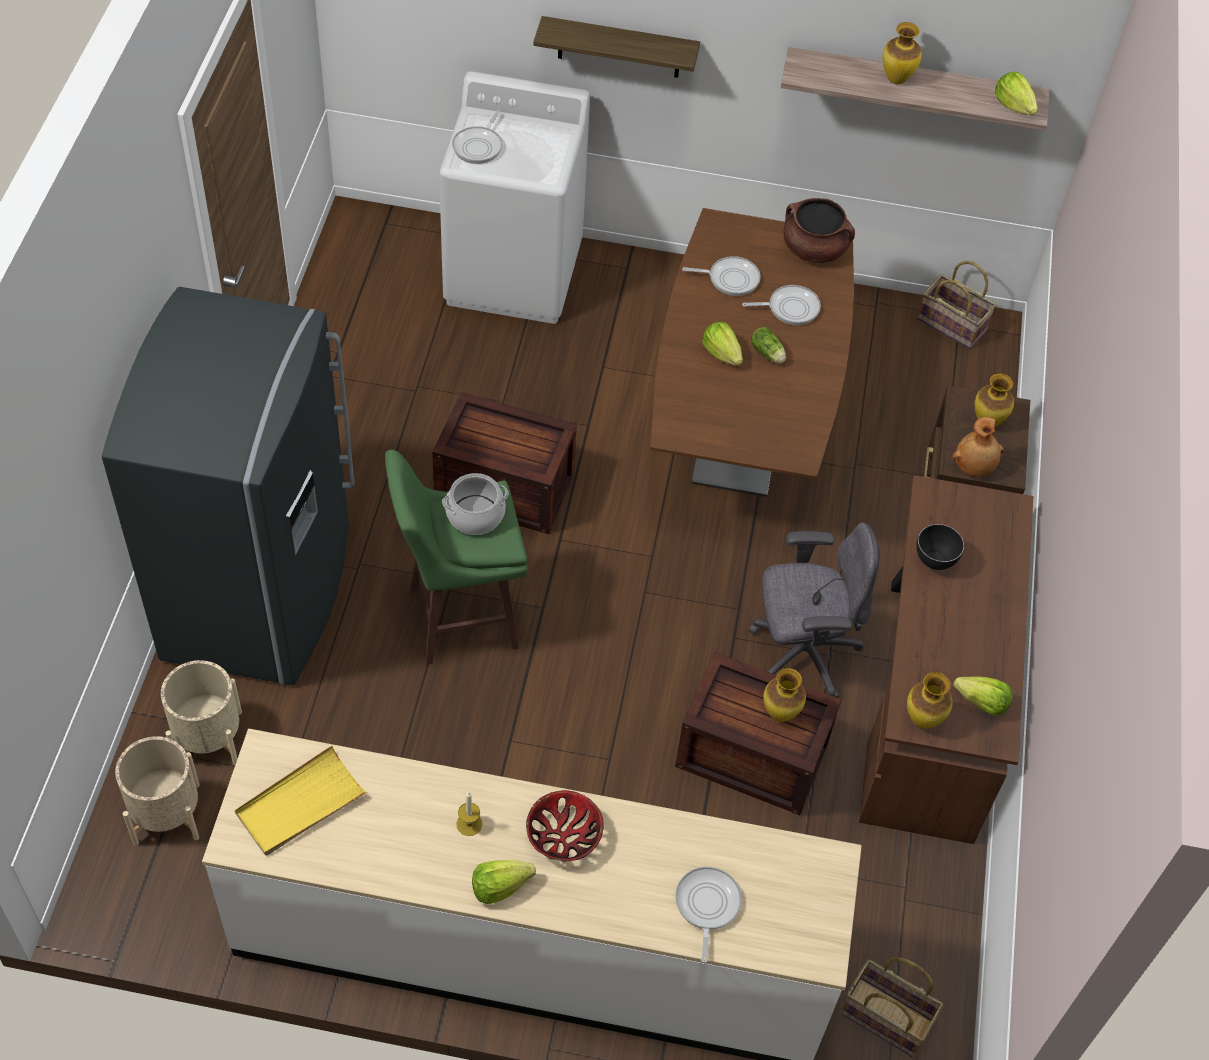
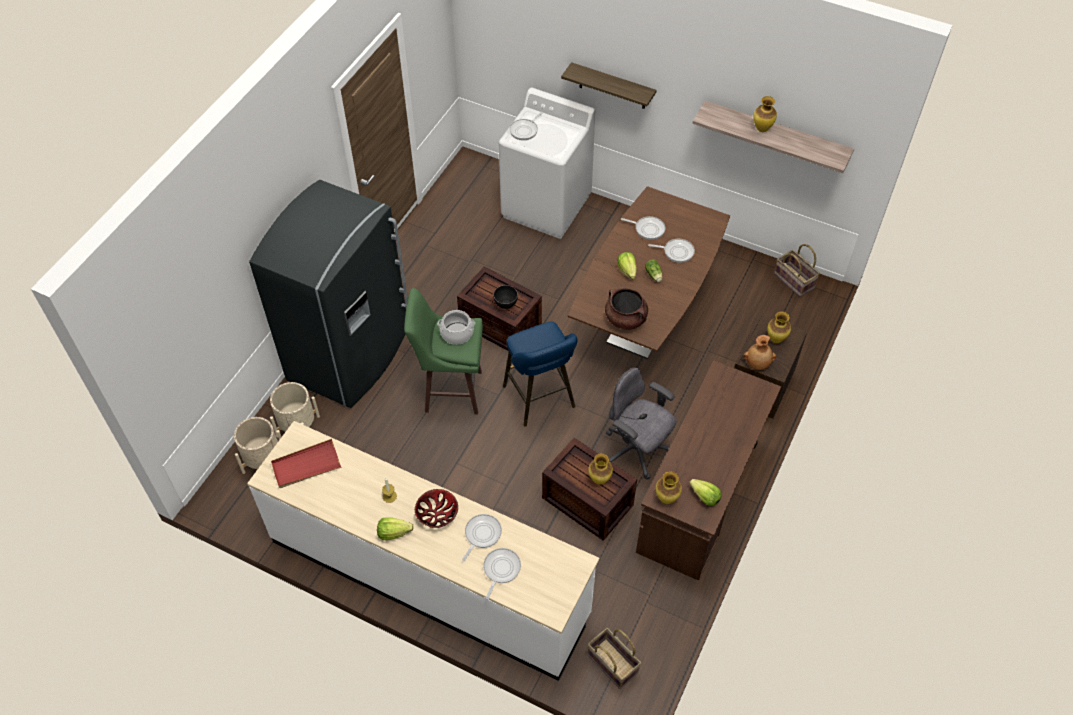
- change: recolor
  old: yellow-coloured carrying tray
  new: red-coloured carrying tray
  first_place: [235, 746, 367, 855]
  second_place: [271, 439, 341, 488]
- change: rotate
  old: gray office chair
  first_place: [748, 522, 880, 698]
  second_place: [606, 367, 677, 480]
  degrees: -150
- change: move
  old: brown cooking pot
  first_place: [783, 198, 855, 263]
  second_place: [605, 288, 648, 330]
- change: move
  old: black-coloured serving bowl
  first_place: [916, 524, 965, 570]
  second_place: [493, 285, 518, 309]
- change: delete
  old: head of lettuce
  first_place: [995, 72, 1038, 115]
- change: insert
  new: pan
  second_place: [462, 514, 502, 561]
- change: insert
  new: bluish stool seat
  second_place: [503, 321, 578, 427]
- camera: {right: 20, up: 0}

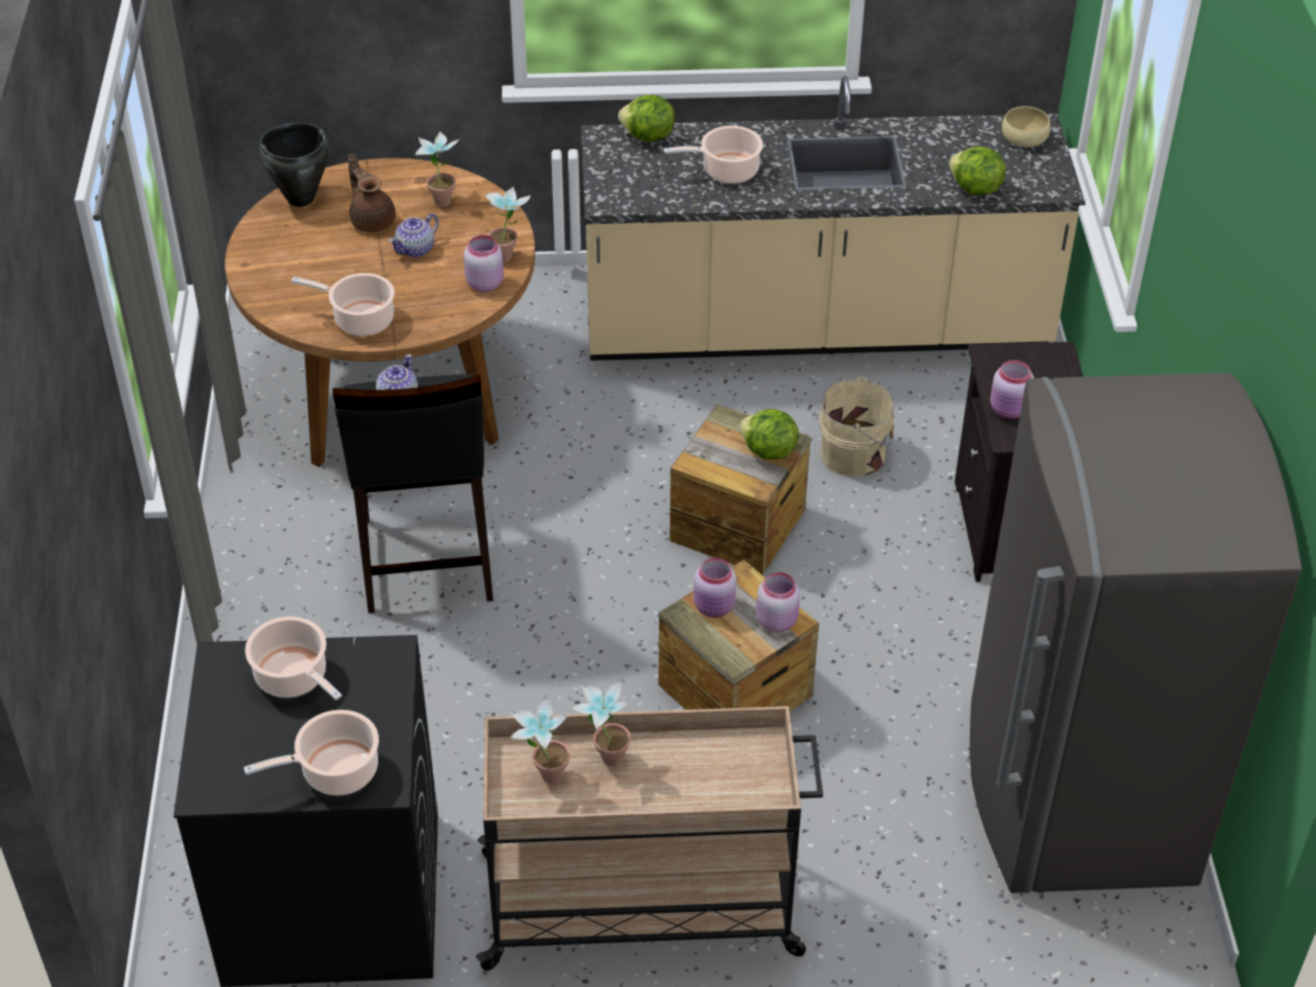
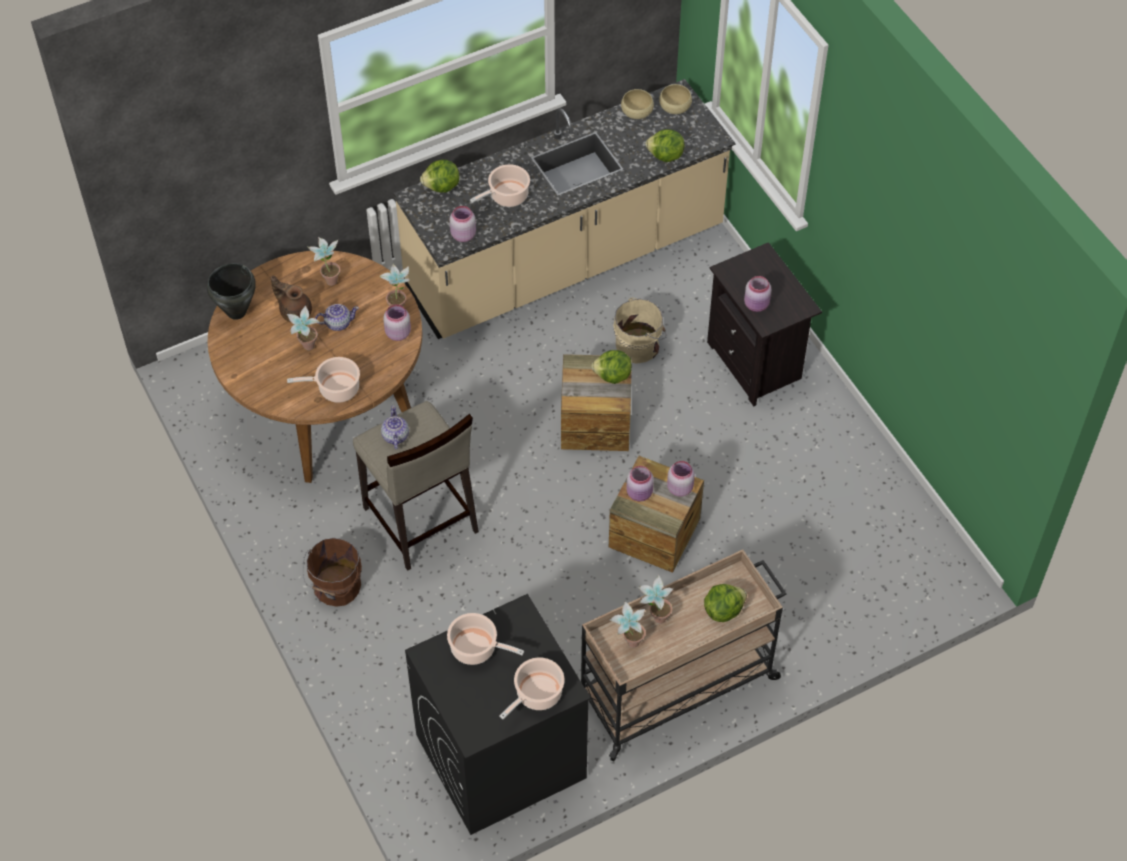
- change: recolor
  old: black-coloured stool seat
  new: beige stool seat
  first_place: [333, 374, 493, 613]
  second_place: [353, 401, 479, 571]
- change: rotate
  old: tea pot
  first_place: [389, 213, 439, 257]
  second_place: [315, 304, 359, 331]
  degrees: -120
- change: delete
  old: gray refrigerator
  first_place: [970, 373, 1302, 893]
- change: insert
  new: plant in a pot
  second_place: [287, 305, 320, 350]
- change: insert
  new: brown bucket
  second_place: [302, 538, 362, 607]
- change: insert
  new: pinkish preserve jar
  second_place: [450, 206, 476, 242]
- change: insert
  new: beige serving bowl
  second_place: [621, 89, 654, 119]
- change: insert
  new: head of lettuce
  second_place: [704, 584, 747, 622]
- camera: {right: -25, up: 10}

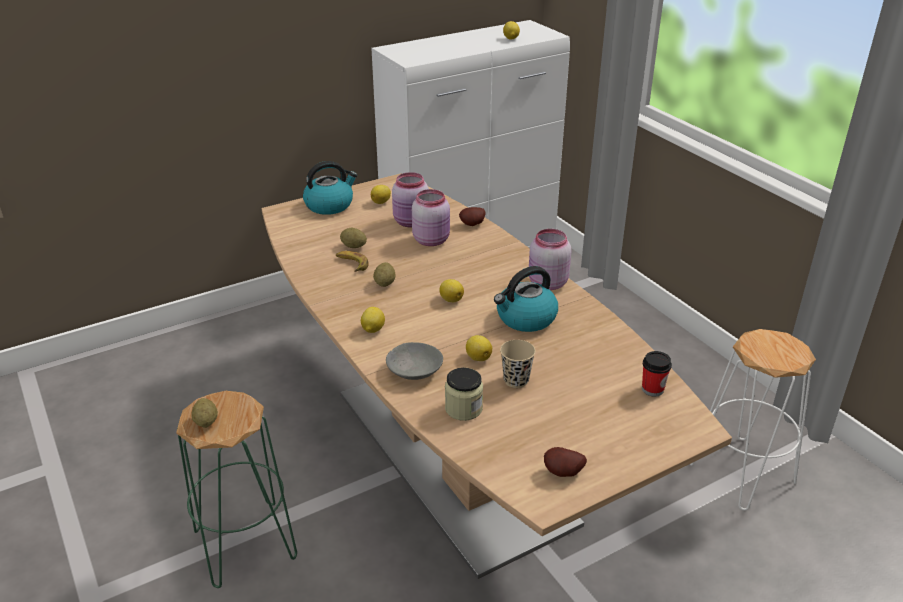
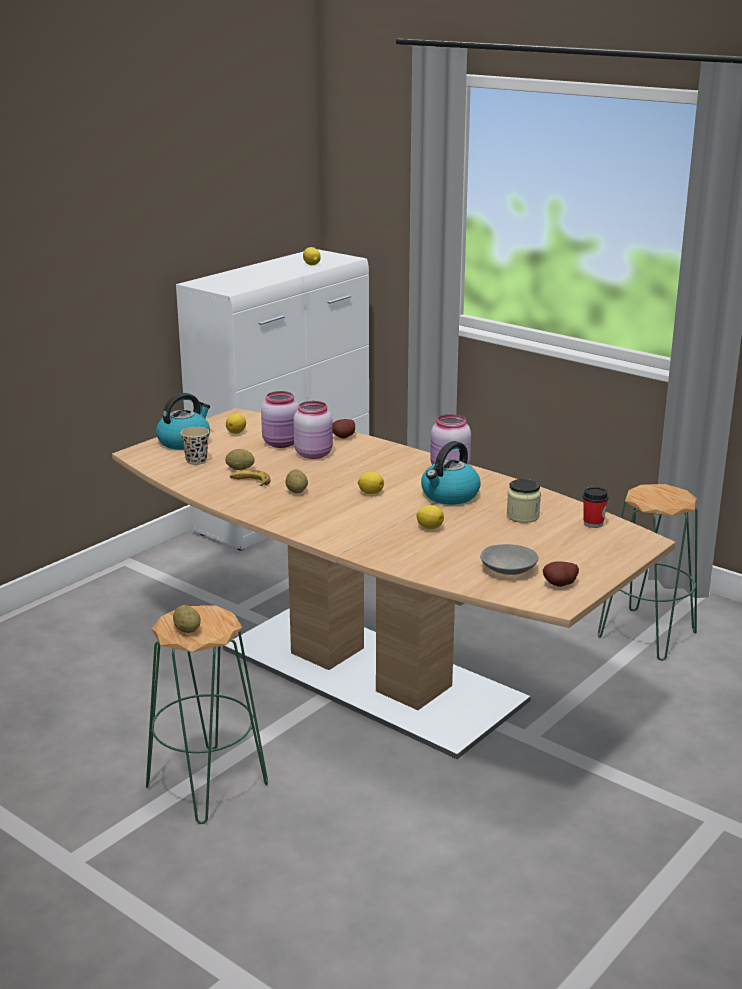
- change: delete
  old: whole lemon
  first_place: [361, 307, 385, 333]
- change: move
  old: gray serving bowl
  first_place: [386, 342, 443, 380]
  second_place: [480, 544, 538, 575]
- change: move
  old: preserve jar
  first_place: [445, 368, 483, 421]
  second_place: [507, 479, 541, 523]
- change: move
  old: beige cup
  first_place: [500, 340, 536, 388]
  second_place: [180, 427, 209, 465]
- change: recolor
  old: white stool seat
  new: greenish stool seat
  first_place: [690, 329, 816, 510]
  second_place: [598, 484, 698, 661]
- camera: {right: -20, up: -10}

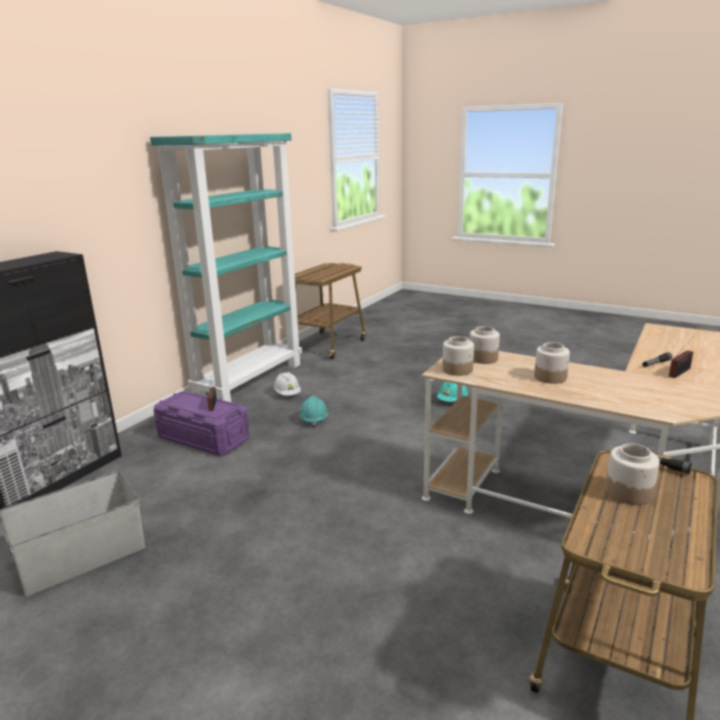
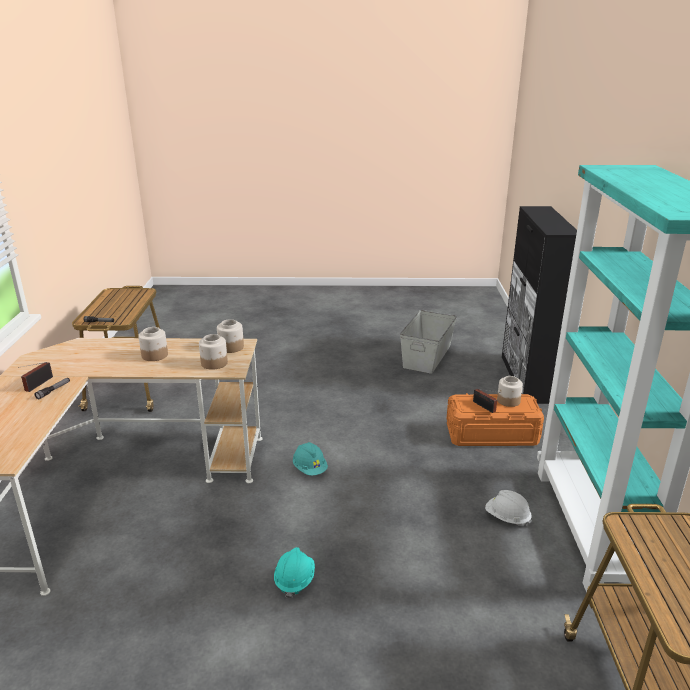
- change: recolor
  old: purplish storage box
  new: orangey storage box
  first_place: [154, 391, 250, 456]
  second_place: [447, 393, 544, 446]
- change: move
  old: blue-green work helmet
  first_place: [300, 396, 328, 428]
  second_place: [293, 442, 328, 475]
- change: move
  old: preserve jar
  first_place: [605, 443, 660, 505]
  second_place: [497, 376, 523, 407]
- camera: {right: 150, up: 5}

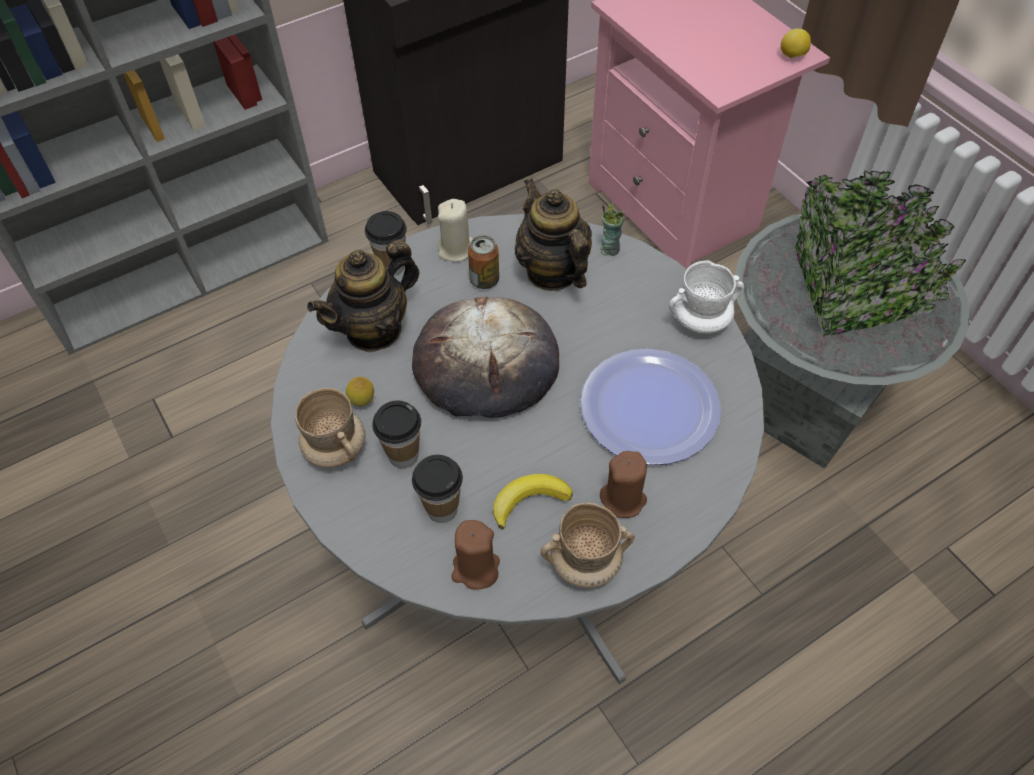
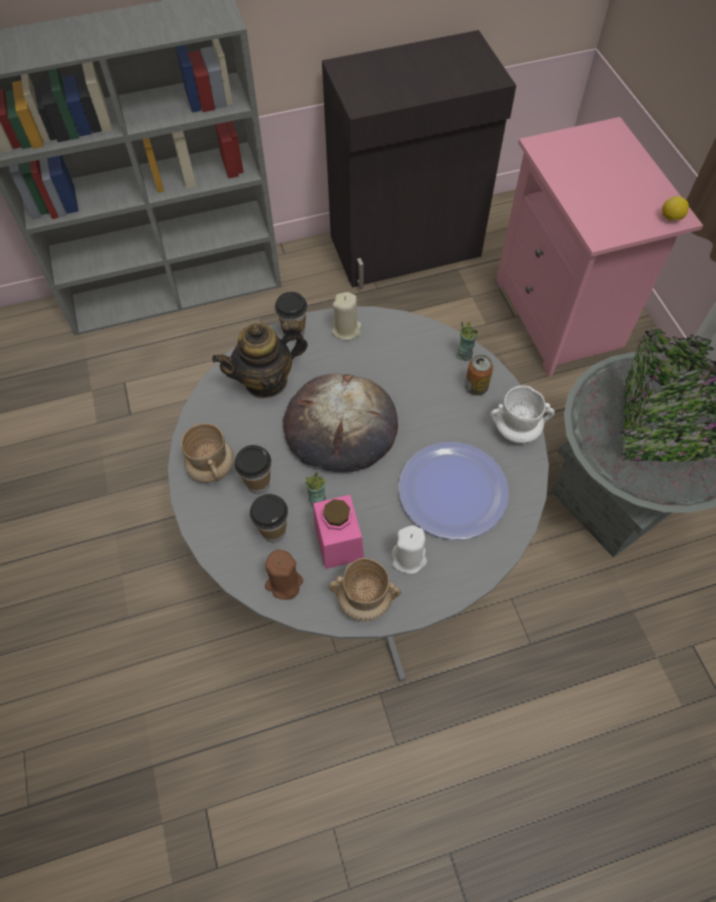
- change: delete
  old: whole lemon
  first_place: [346, 377, 374, 406]
- change: move
  old: can
  first_place: [468, 235, 499, 289]
  second_place: [465, 355, 493, 395]
- change: replace
  old: banana
  new: pinkish preserve jar
  first_place: [493, 474, 573, 530]
  second_place: [313, 495, 364, 569]
- change: delete
  old: tea pot
  first_place: [515, 178, 592, 291]
- change: recolor
  old: brown wax candle
  new: white wax candle
  first_place: [600, 451, 647, 518]
  second_place: [392, 525, 427, 574]
- change: insert
  new: cup
  second_place: [305, 472, 326, 507]
- camera: {right: 15, up: 5}

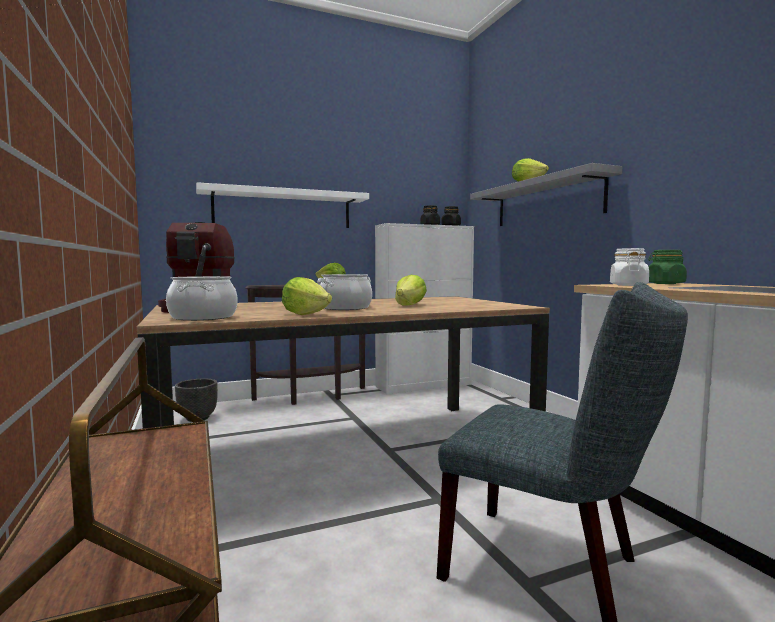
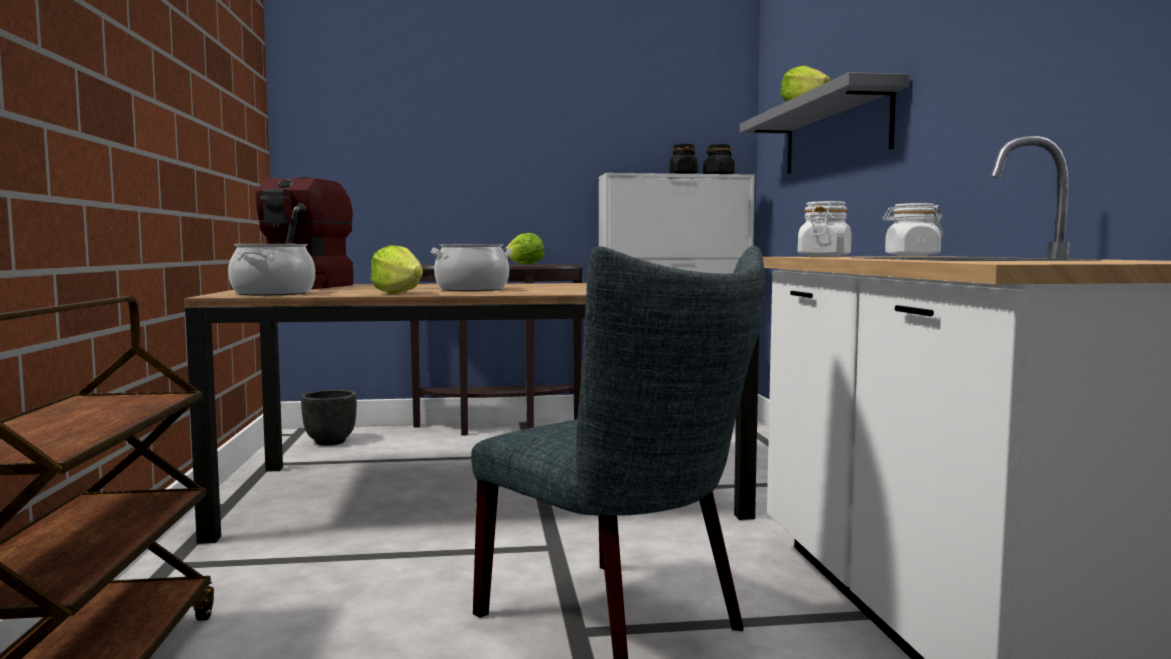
- change: delete
  old: white wall shelf
  first_place: [196, 182, 369, 228]
- change: delete
  old: head of lettuce
  first_place: [395, 275, 427, 306]
- change: recolor
  old: greenish preserve jar
  new: white preserve jar
  first_place: [648, 250, 687, 284]
  second_place: [883, 203, 943, 256]
- camera: {right: 15, up: 0}

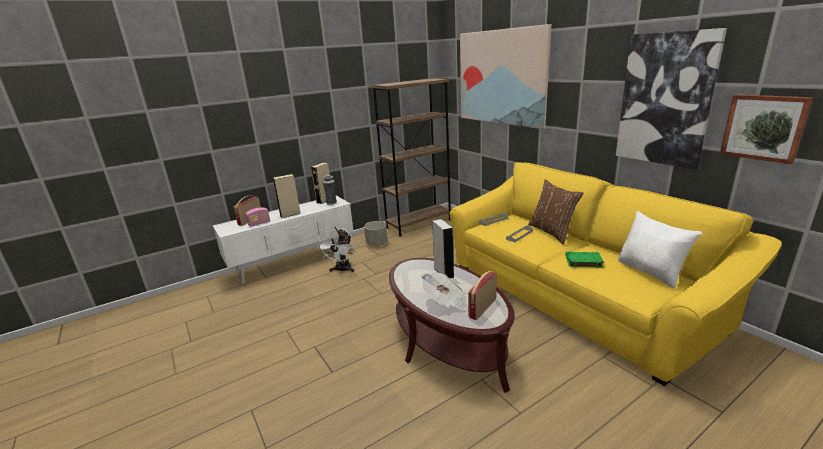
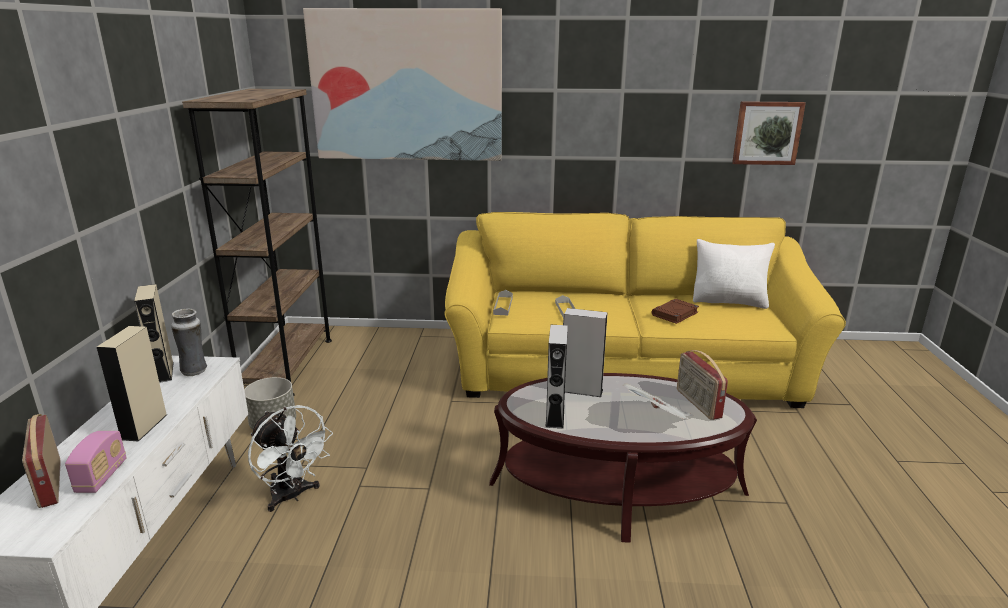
- change: delete
  old: brown cushion
  first_place: [528, 179, 584, 245]
- change: recolor
  old: greenish bound book
  new: brown bound book
  first_place: [566, 251, 604, 268]
  second_place: [652, 299, 699, 324]
- change: delete
  old: picture
  first_place: [616, 28, 727, 169]
- change: insert
  new: gray audio speaker
  second_place: [545, 325, 568, 429]
- camera: {right: -55, up: 0}

